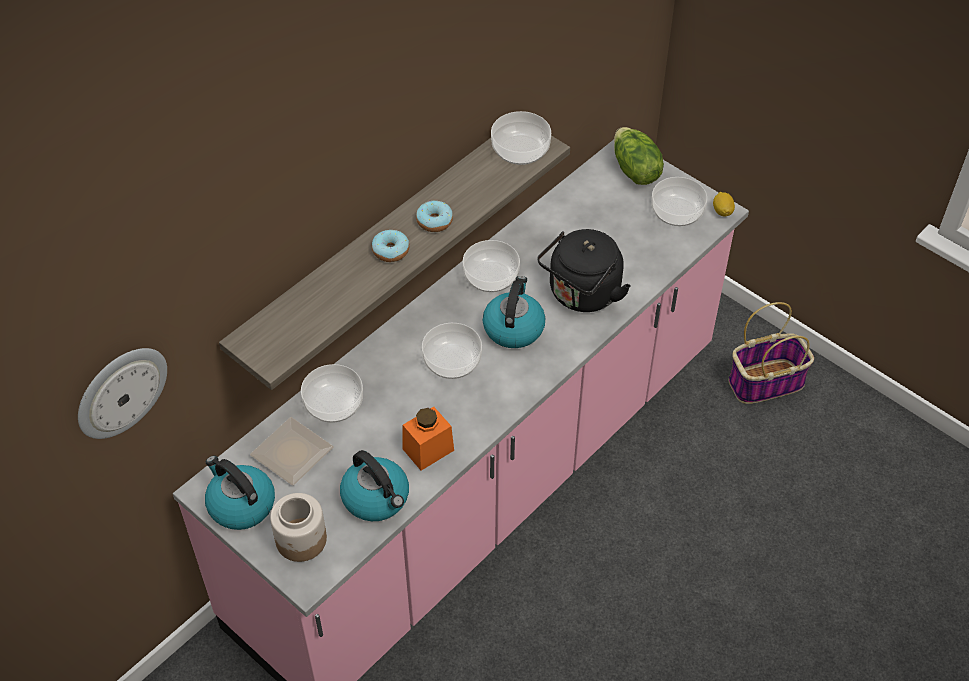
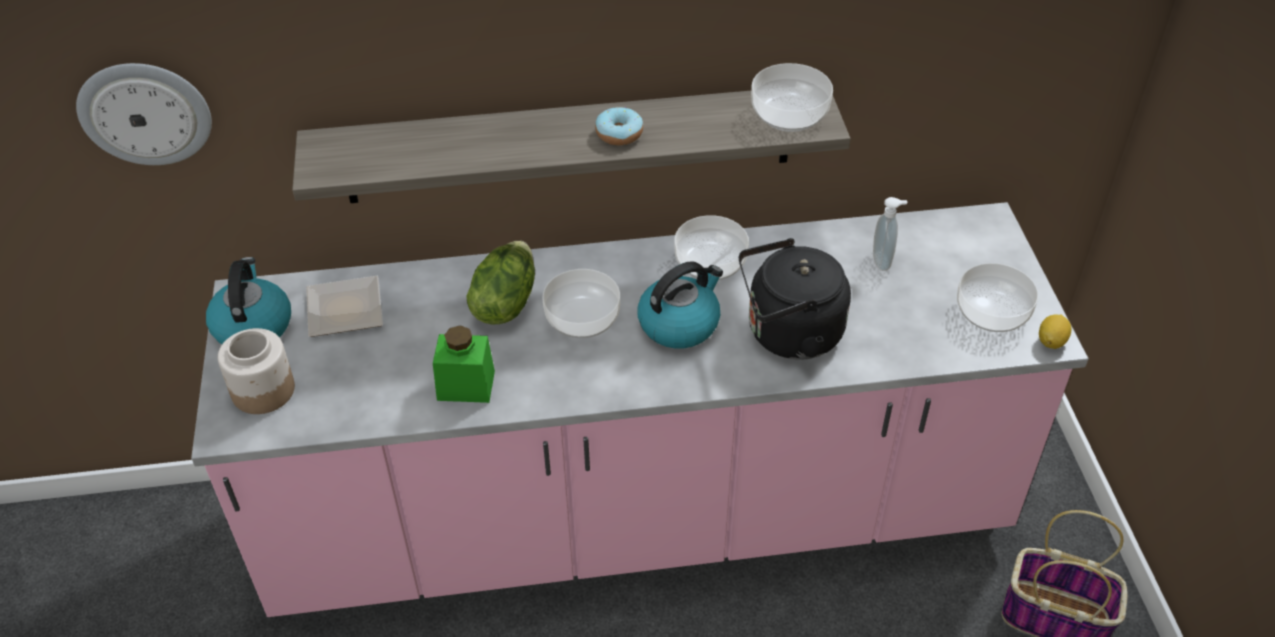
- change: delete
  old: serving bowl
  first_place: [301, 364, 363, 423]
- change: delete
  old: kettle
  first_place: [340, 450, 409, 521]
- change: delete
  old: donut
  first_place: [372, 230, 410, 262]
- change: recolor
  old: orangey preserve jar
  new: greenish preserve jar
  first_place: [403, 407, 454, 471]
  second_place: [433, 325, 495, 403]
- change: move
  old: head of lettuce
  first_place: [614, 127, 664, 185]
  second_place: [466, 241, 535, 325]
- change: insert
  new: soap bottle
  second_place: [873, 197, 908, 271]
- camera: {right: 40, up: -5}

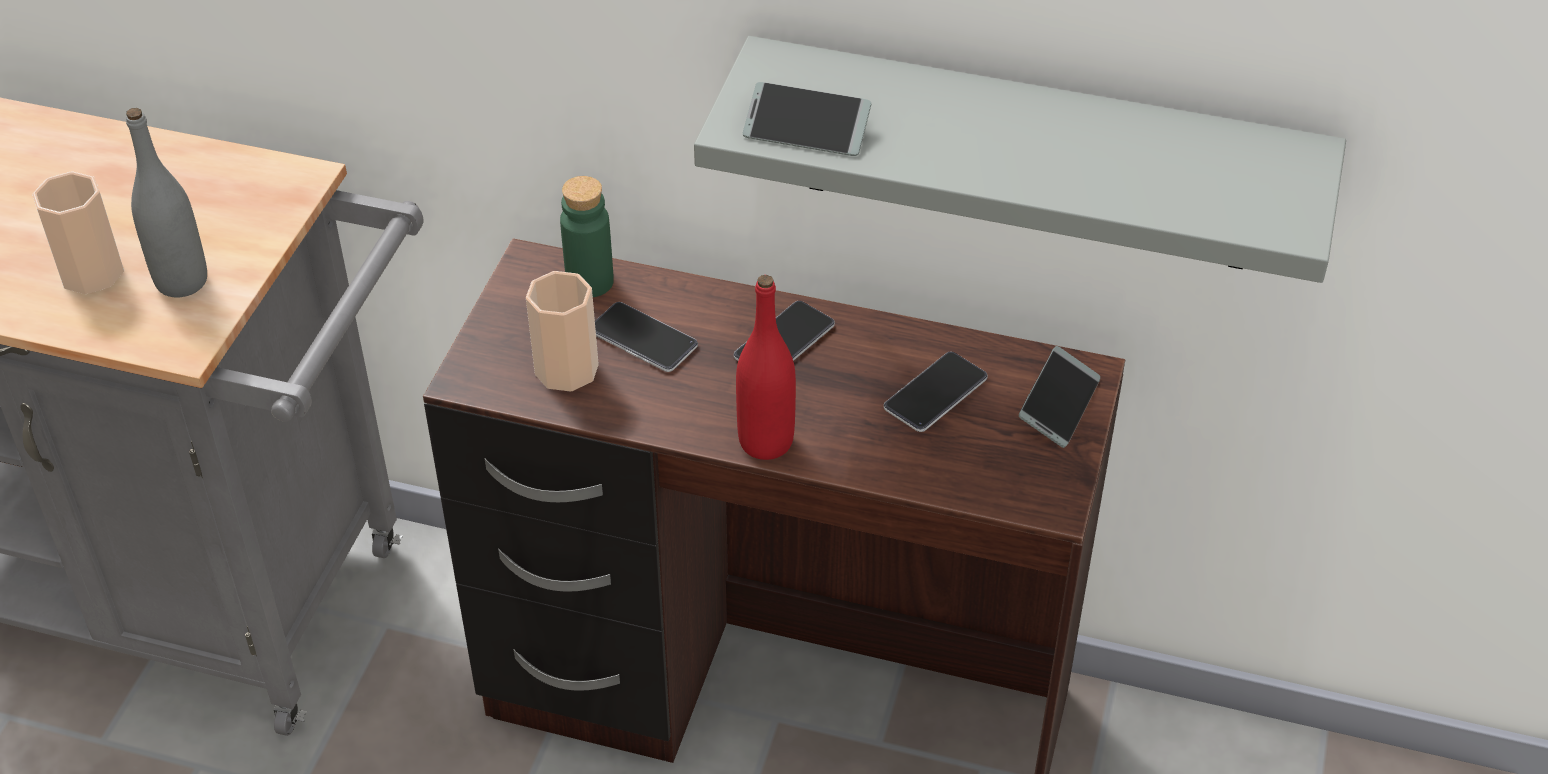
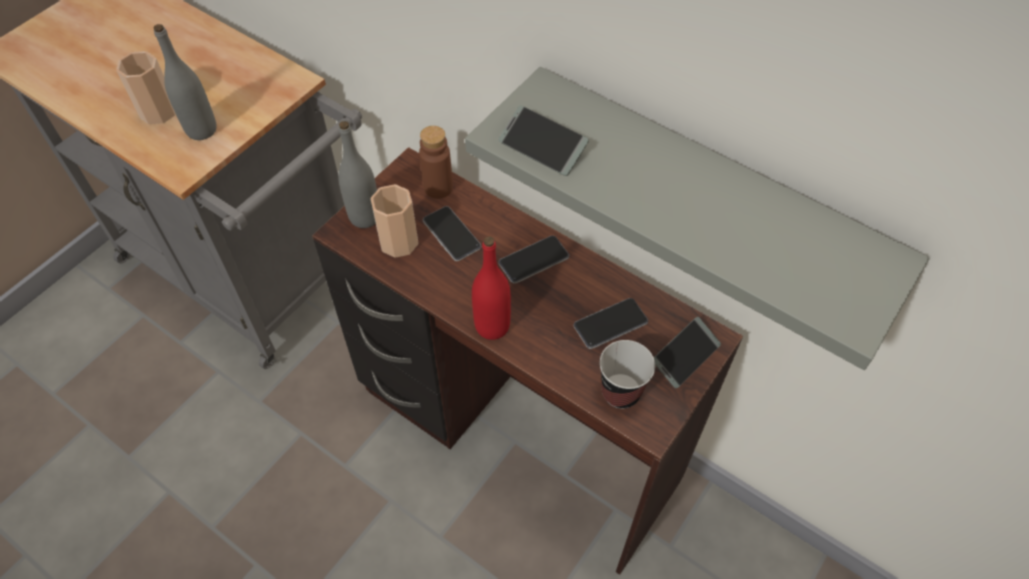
- change: recolor
  old: greenish bottle
  new: brown bottle
  first_place: [560, 176, 614, 297]
  second_place: [419, 126, 453, 199]
- change: insert
  new: gray bottle
  second_place: [338, 121, 377, 228]
- change: insert
  new: cup
  second_place: [599, 340, 655, 409]
- camera: {right: 20, up: 10}

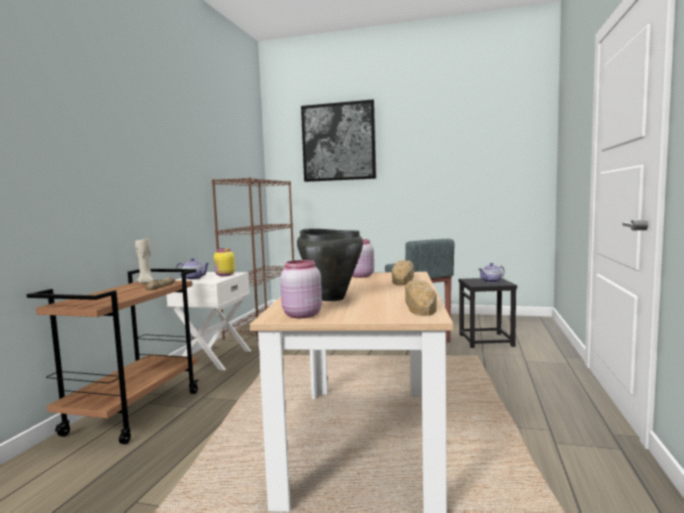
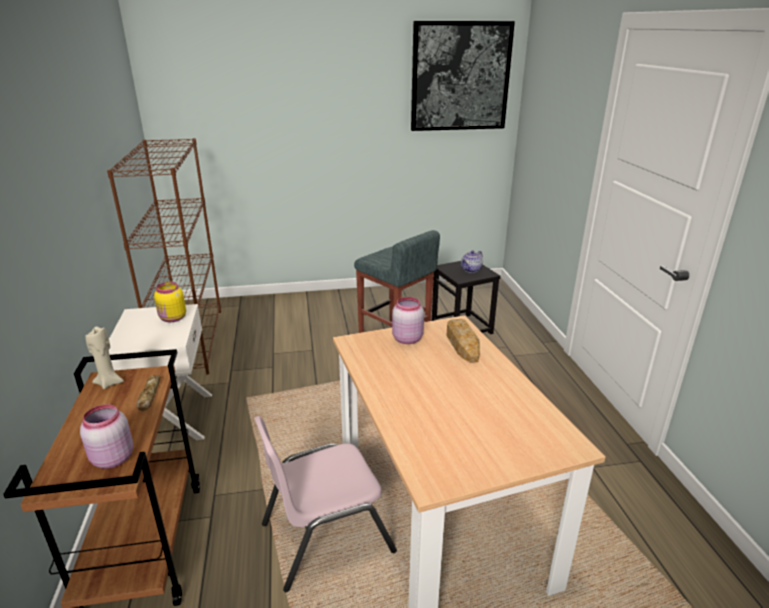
- change: delete
  old: tea pot
  first_place: [176, 258, 209, 280]
- change: move
  old: pinkish preserve jar
  first_place: [280, 260, 322, 318]
  second_place: [80, 404, 133, 469]
- change: delete
  old: black-coloured cooking pot
  first_place: [297, 229, 363, 301]
- change: move
  old: picture
  first_place: [301, 99, 376, 182]
  second_place: [411, 21, 515, 131]
- change: delete
  old: bakery bread
  first_place: [405, 280, 437, 316]
- change: insert
  new: pinkish plain chair
  second_place: [254, 416, 397, 592]
- camera: {right: -25, up: 20}

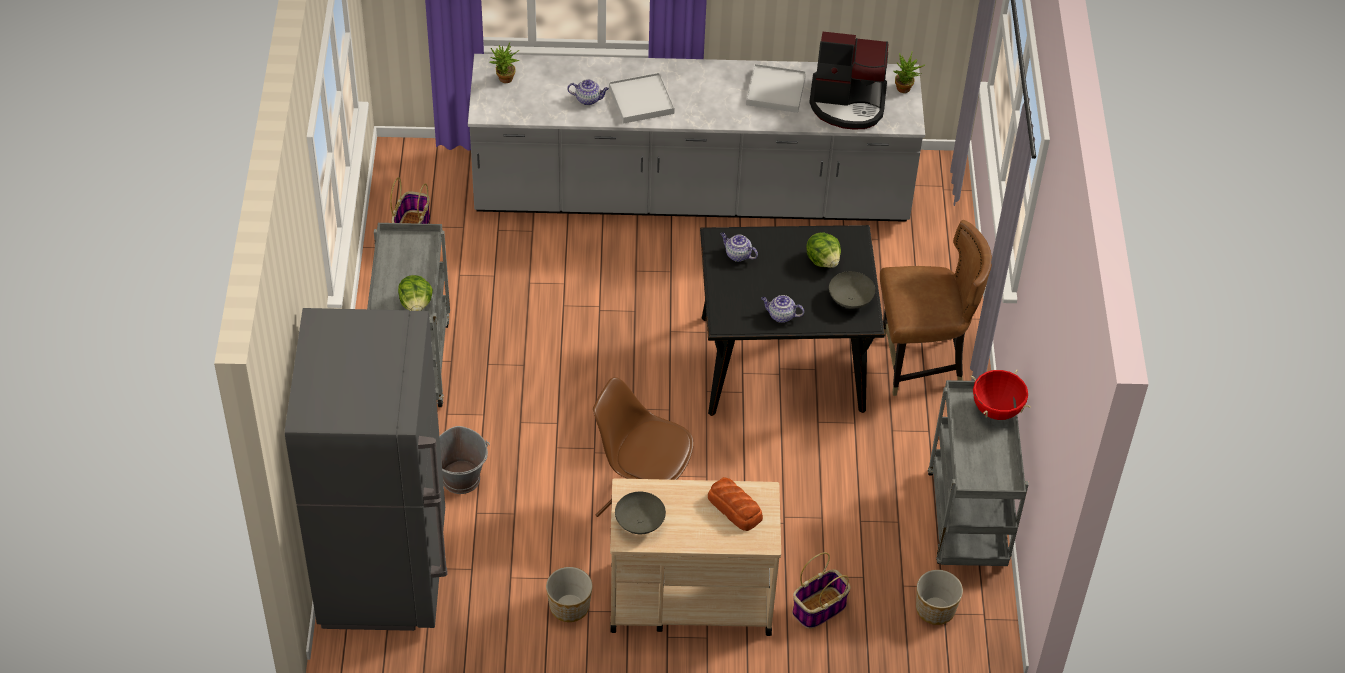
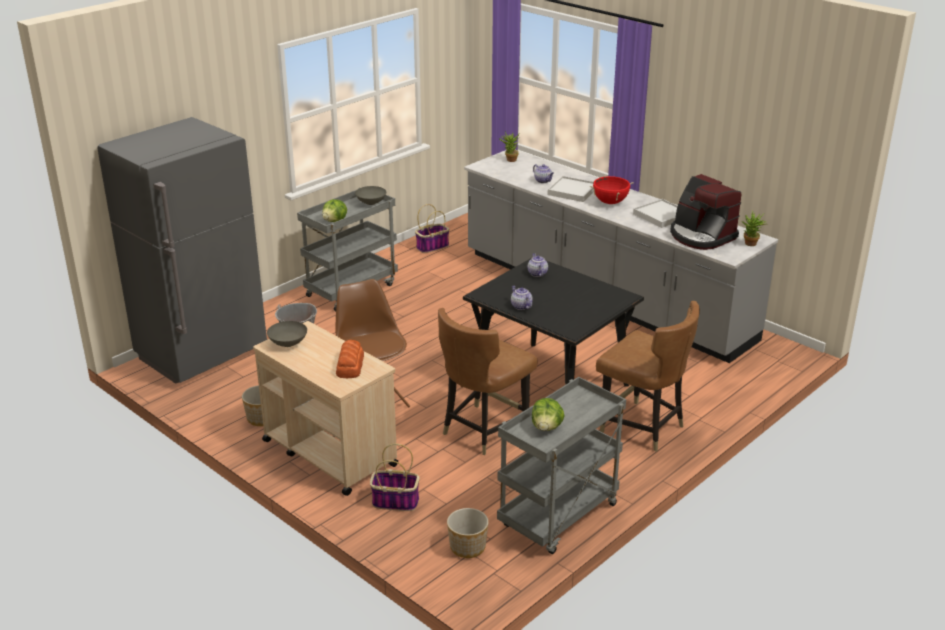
- change: move
  old: head of lettuce
  first_place: [806, 232, 841, 268]
  second_place: [532, 398, 564, 431]
- change: move
  old: gray serving bowl
  first_place: [829, 271, 875, 309]
  second_place: [355, 186, 386, 205]
- change: move
  old: red-coloured cooking pot
  first_place: [971, 370, 1031, 420]
  second_place: [590, 175, 634, 204]
- change: insert
  new: brown plain chair
  second_place: [438, 308, 538, 455]
- camera: {right: 45, up: -20}

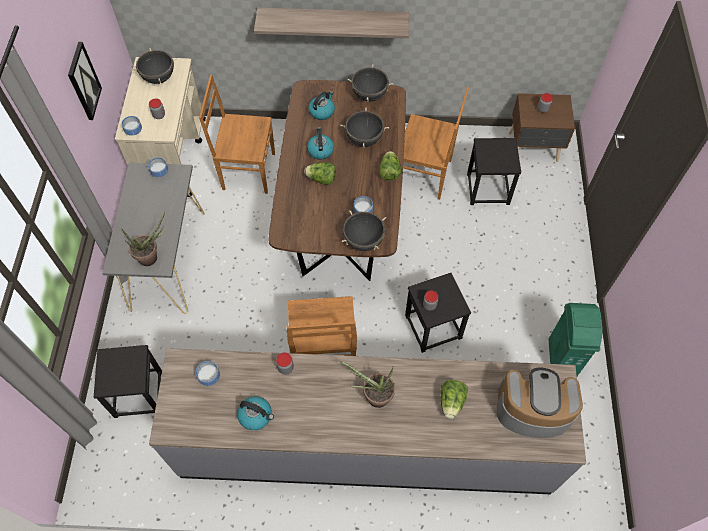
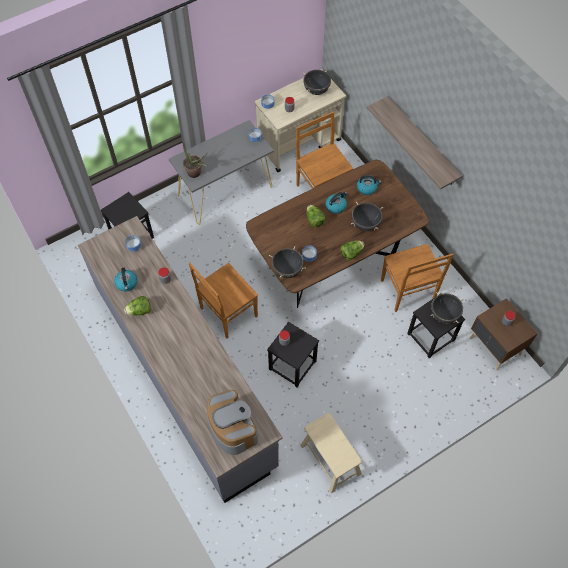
- change: delete
  old: picture
  first_place: [68, 42, 102, 120]
- change: delete
  old: plant in a pot
  first_place: [340, 361, 395, 408]
- change: move
  old: black-coloured cooking pot
  first_place: [347, 64, 393, 102]
  second_place: [431, 292, 464, 324]
- change: move
  old: head of lettuce
  first_place: [440, 380, 468, 419]
  second_place: [124, 296, 151, 316]
- change: replace
  old: greenish trash can
  new: beige stool seat
  first_place: [548, 303, 602, 376]
  second_place: [300, 413, 362, 493]
- camera: {right: 55, up: 0}

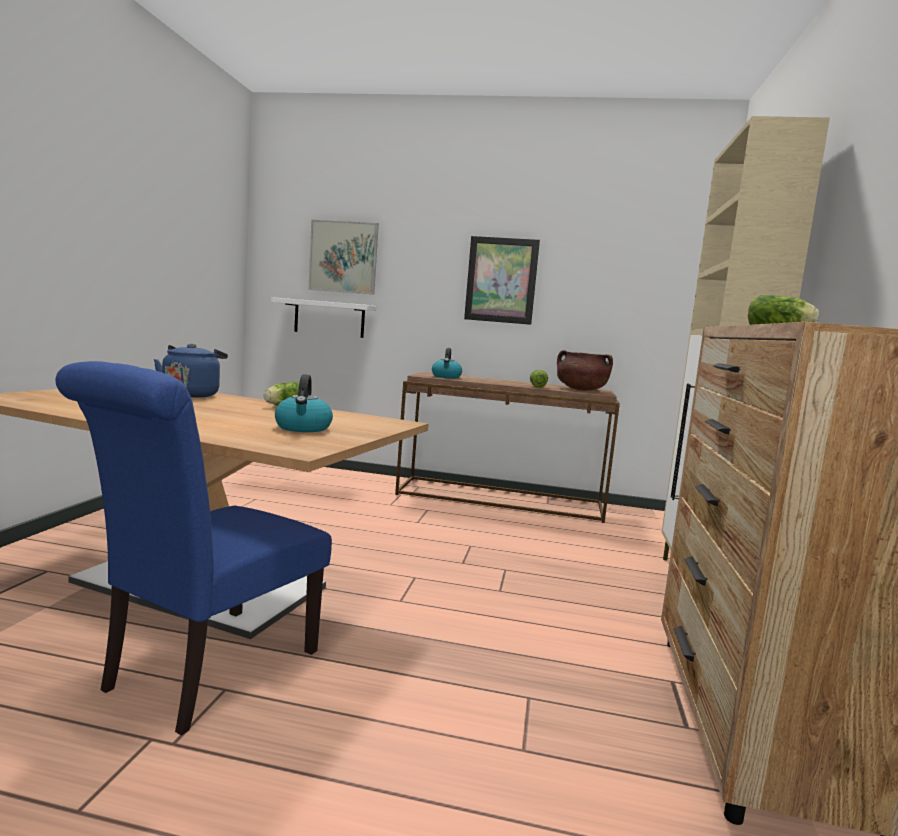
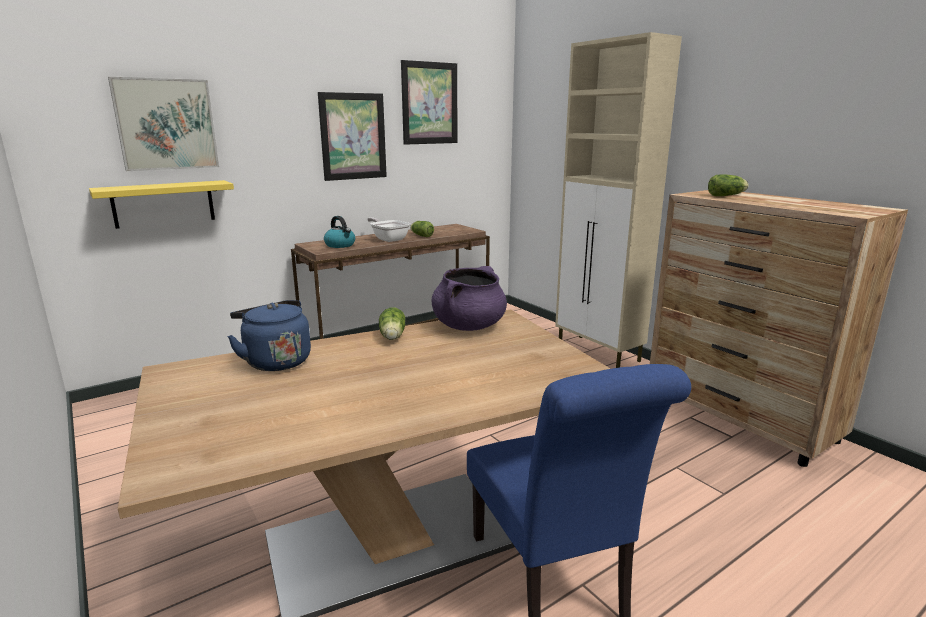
- change: recolor
  old: white wall shelf
  new: yellow-coloured wall shelf
  first_place: [271, 297, 377, 338]
  second_place: [89, 180, 234, 229]
- change: delete
  old: kettle
  first_place: [275, 374, 333, 432]
- change: delete
  old: brown cooking pot
  first_place: [557, 350, 613, 390]
- change: insert
  new: pan
  second_place: [367, 217, 410, 242]
- change: insert
  new: picture
  second_place: [401, 60, 457, 145]
- change: insert
  new: purplish cooking pot
  second_place: [432, 266, 507, 331]
- camera: {right: -45, up: 10}

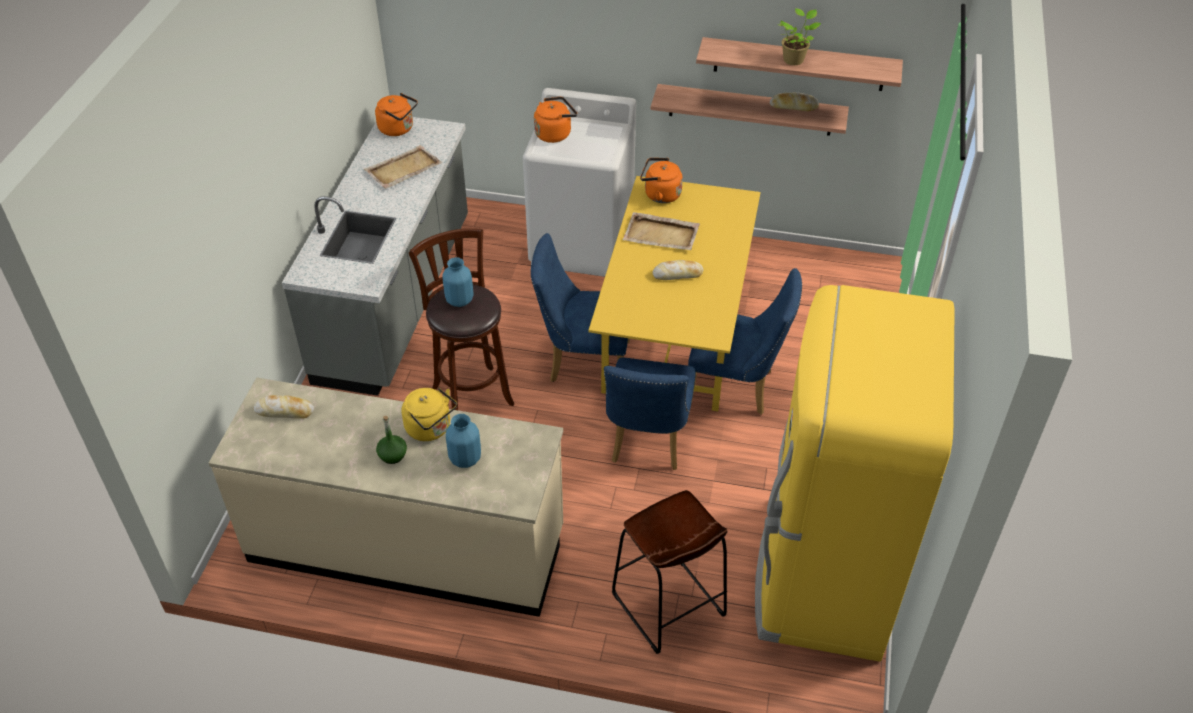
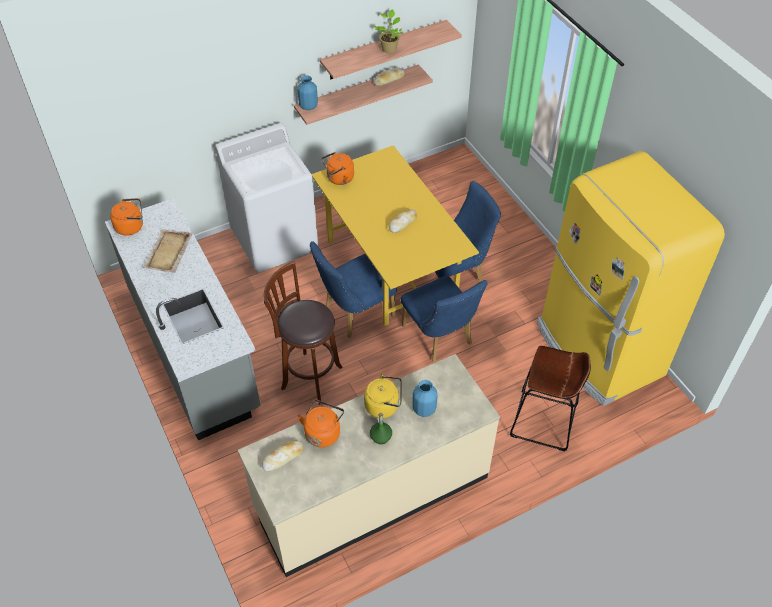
- change: move
  old: bluish decorative vase
  first_place: [442, 257, 473, 307]
  second_place: [297, 76, 318, 110]
- change: move
  old: orangey kettle
  first_place: [534, 97, 577, 143]
  second_place: [298, 400, 344, 447]
- change: delete
  old: beige carrying tray
  first_place: [622, 212, 700, 250]
- camera: {right: -40, up: 5}

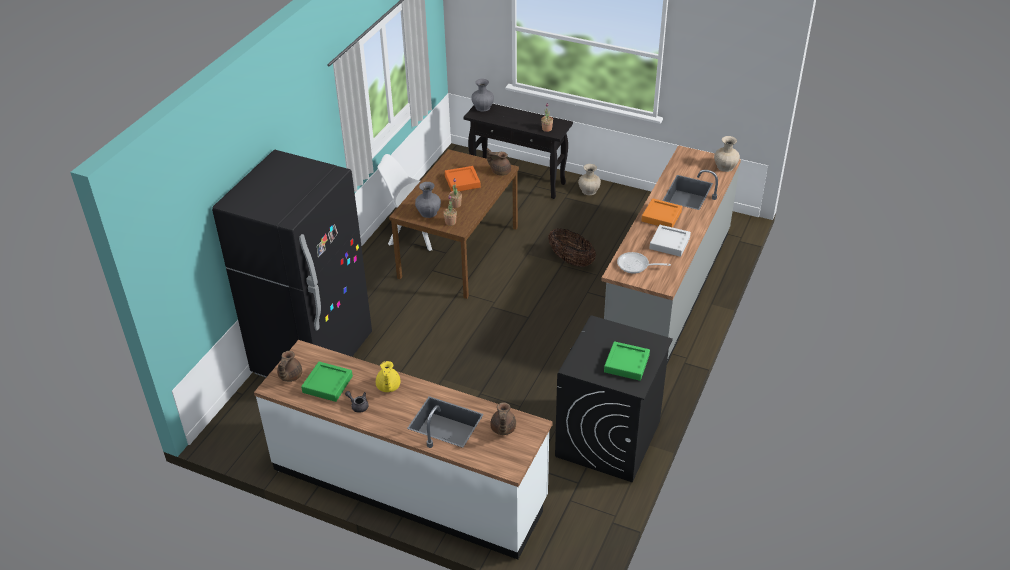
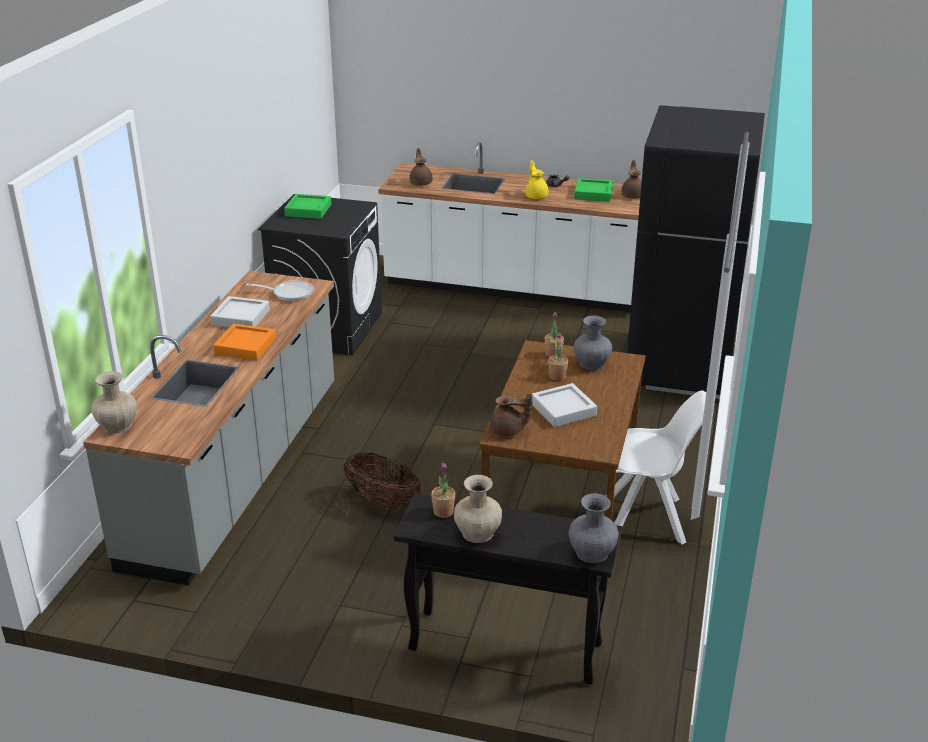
- change: recolor
  old: orangey carrying tray
  new: gray carrying tray
  first_place: [445, 166, 481, 192]
  second_place: [532, 383, 597, 427]
- change: move
  old: beige decorative vase
  first_place: [578, 164, 601, 195]
  second_place: [454, 475, 502, 543]
- camera: {right: 170, up: -10}

